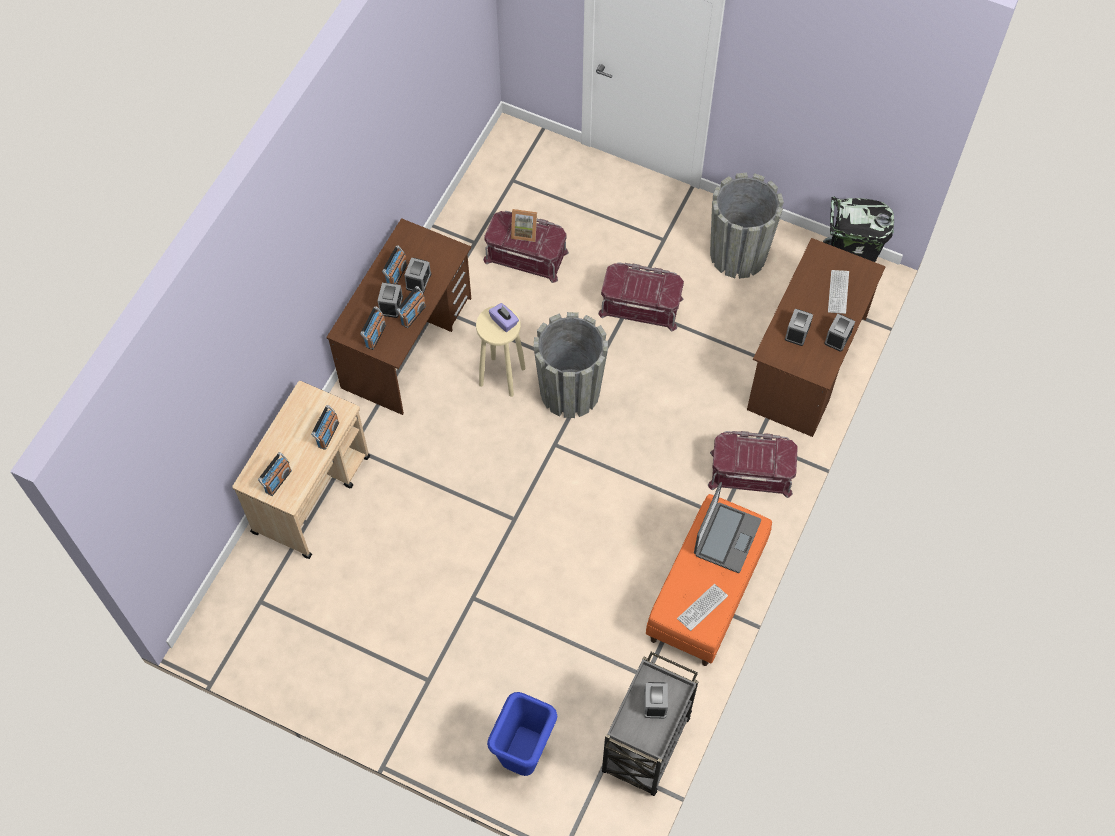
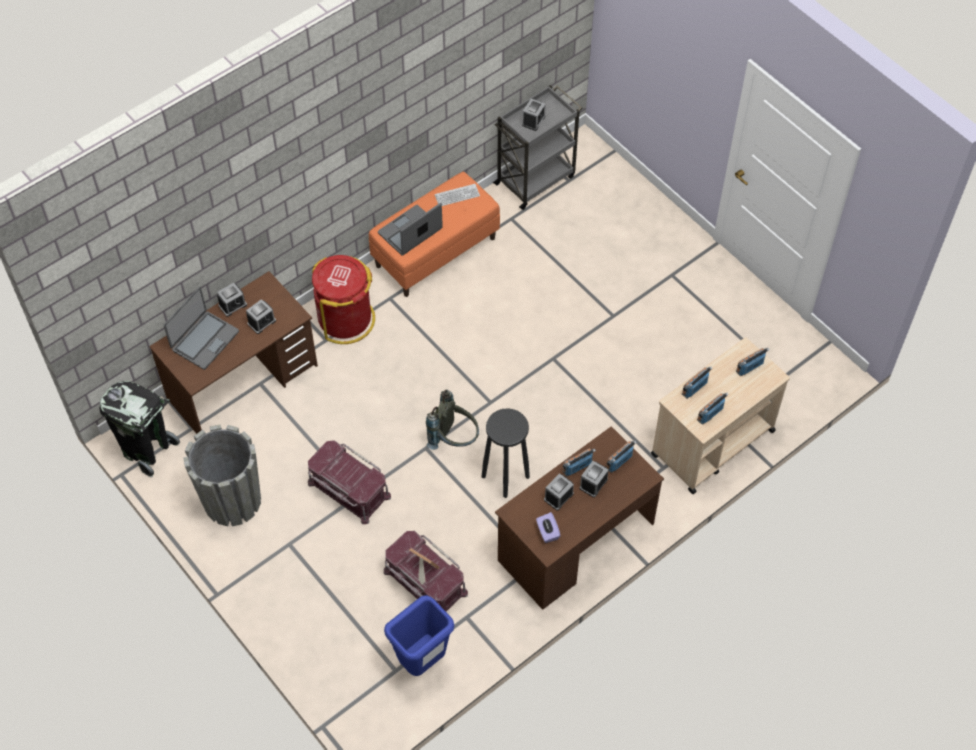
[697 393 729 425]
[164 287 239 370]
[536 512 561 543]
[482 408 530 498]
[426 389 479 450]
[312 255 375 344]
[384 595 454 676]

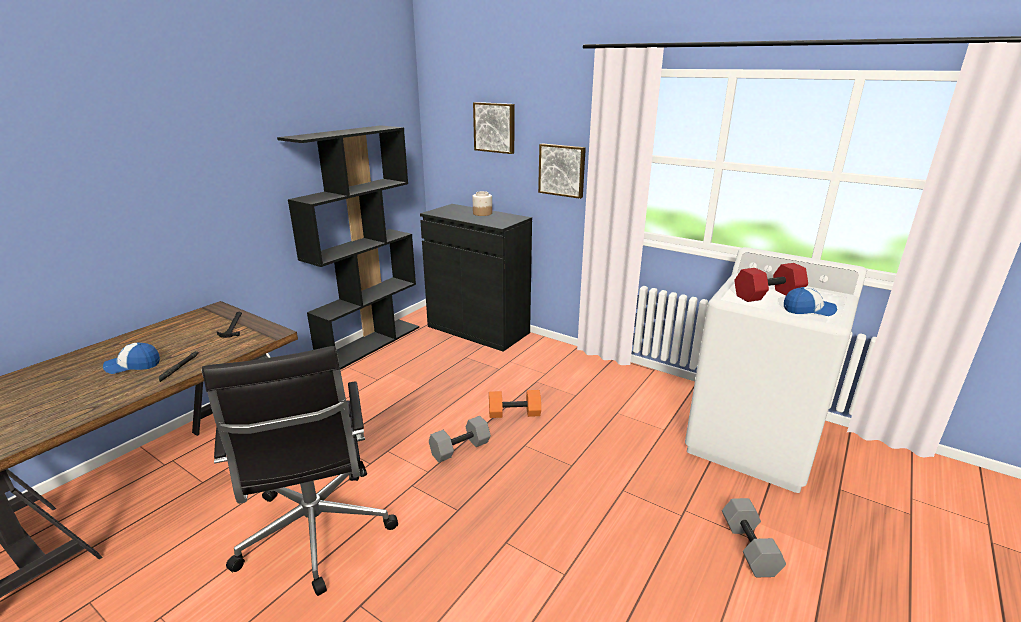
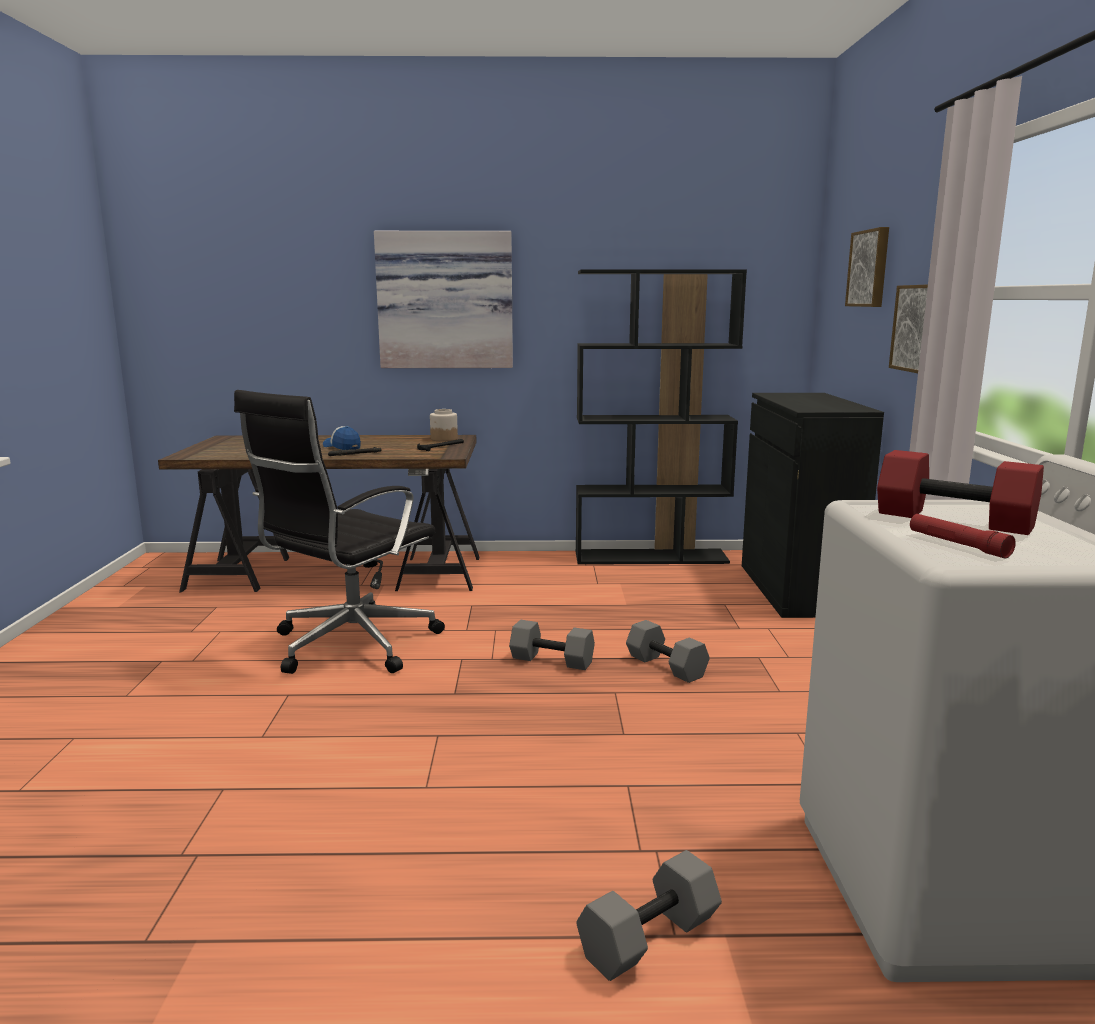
[430 409 458 441]
[910 514 1016 558]
[626 620 710 683]
[374 231 513 368]

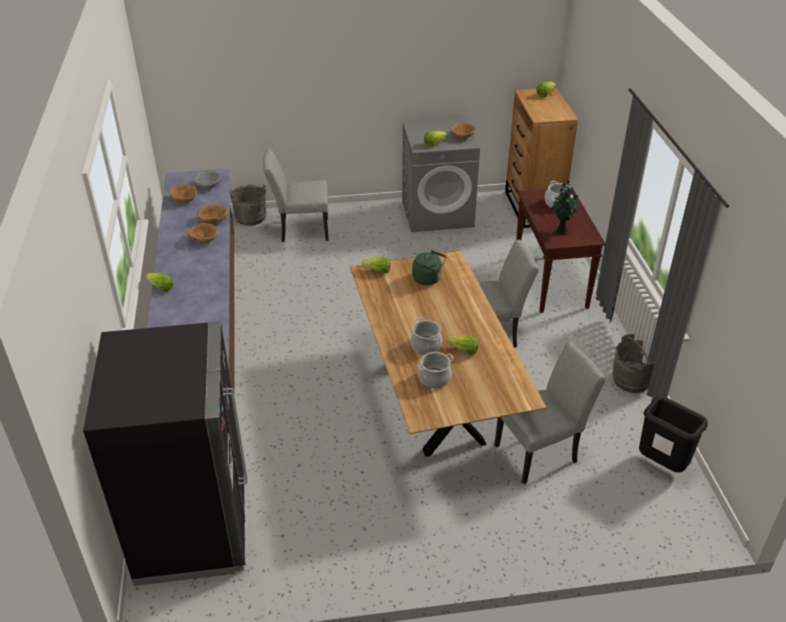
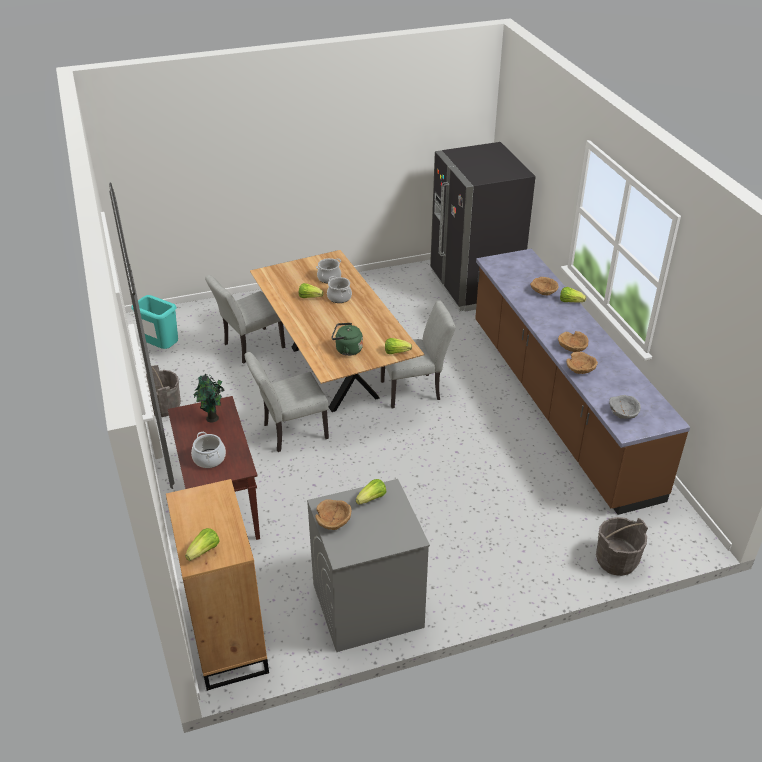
[381 301 455 408]
[530 277 559 295]
[131 295 178 349]

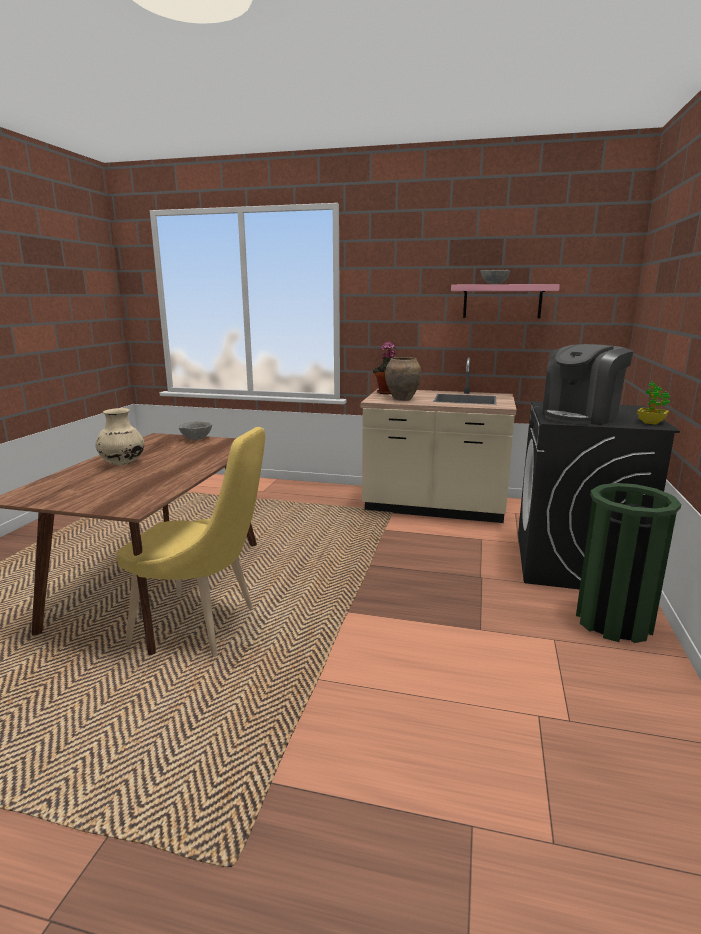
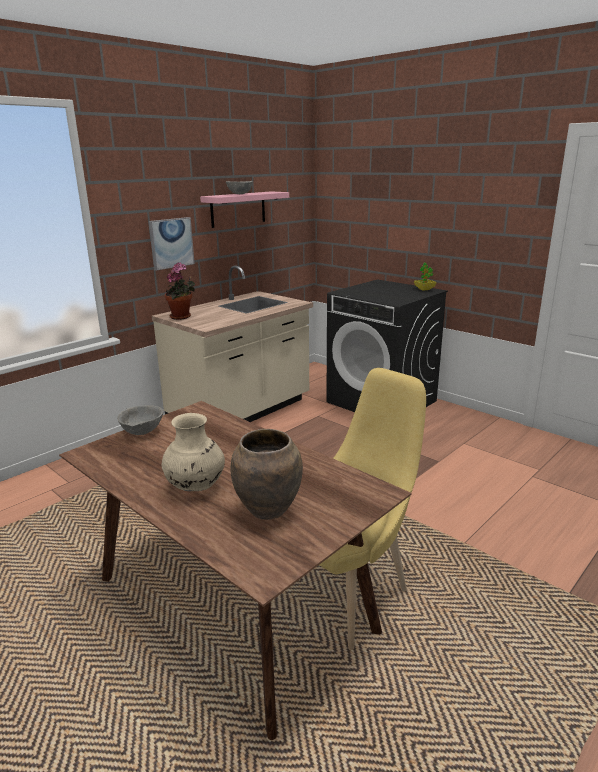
[542 344 634 425] (first image)
[230 429 303 520]
[576 483 681 643] (first image)
[149 217 195 271]

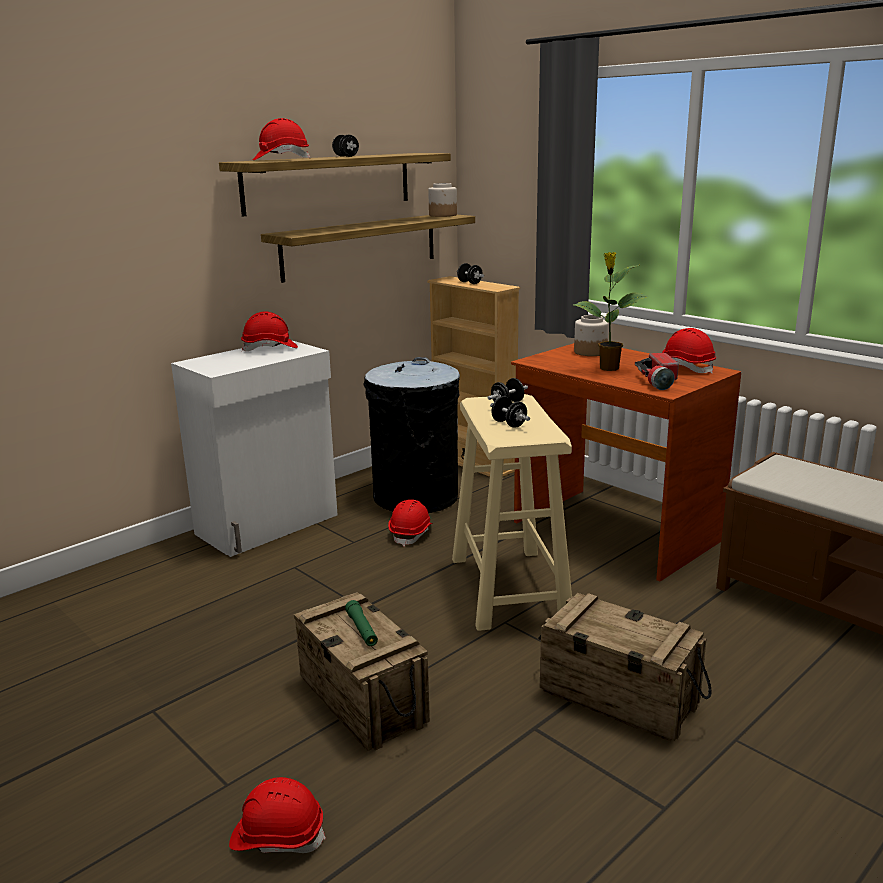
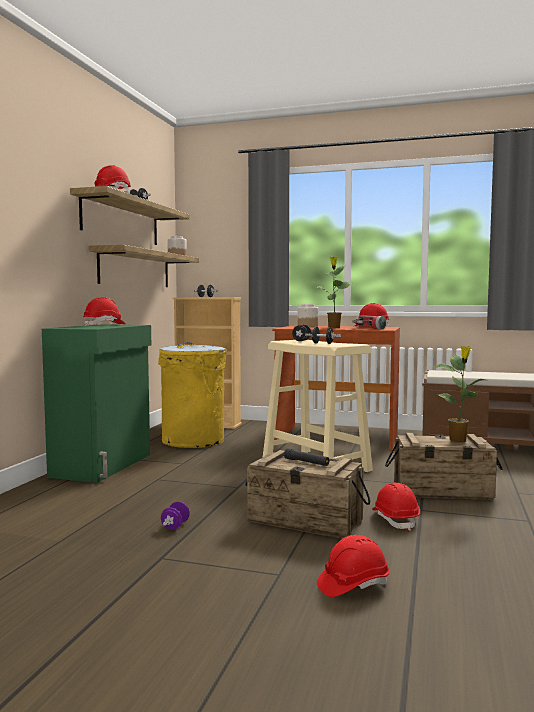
[42 324 151 483]
[158 342 227 448]
[372 483 420 531]
[284 448 330 466]
[435 346 485 443]
[161 501 190 530]

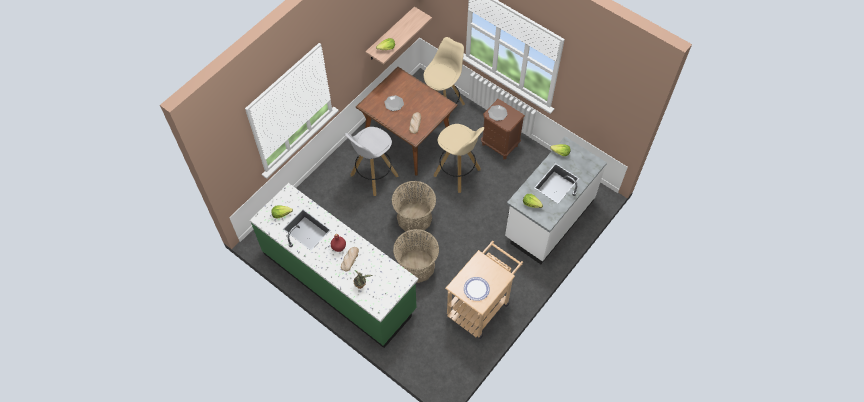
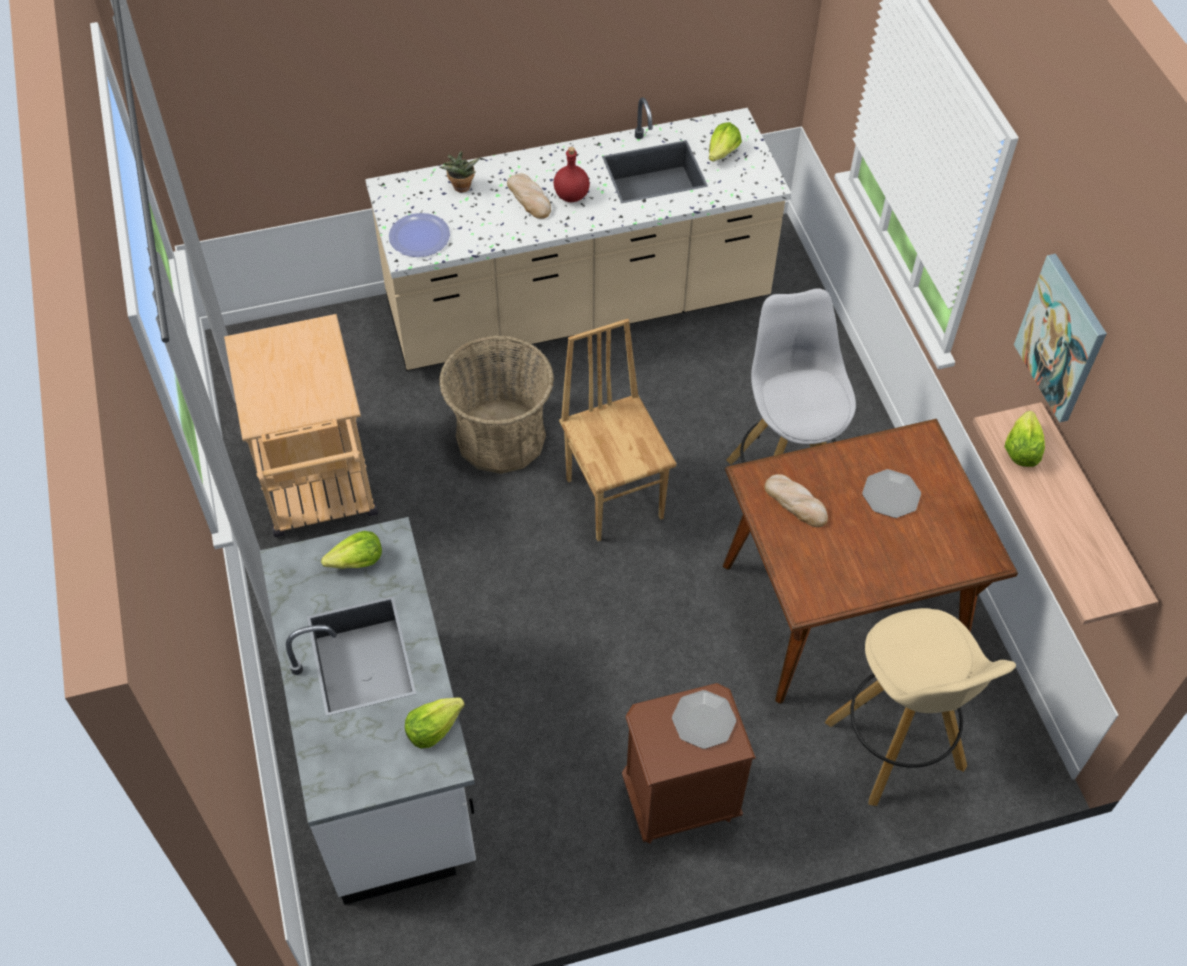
[434 124 484 193] (first image)
[559 319 676 541]
[365 97 791 371]
[389 213 450 257]
[1014 254 1107 422]

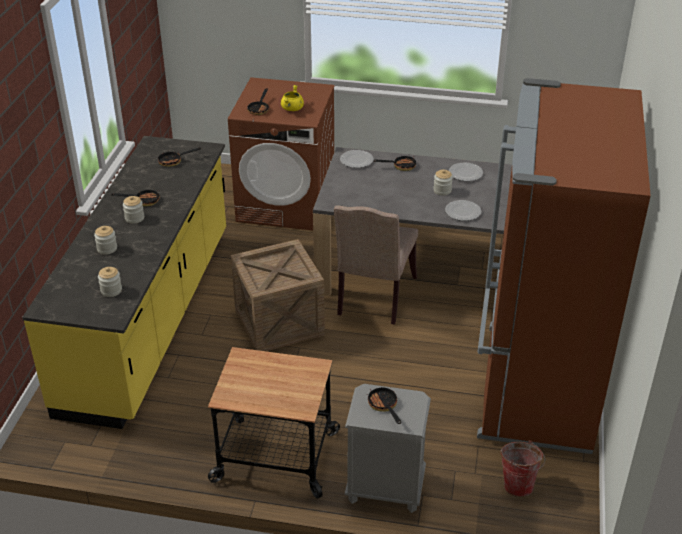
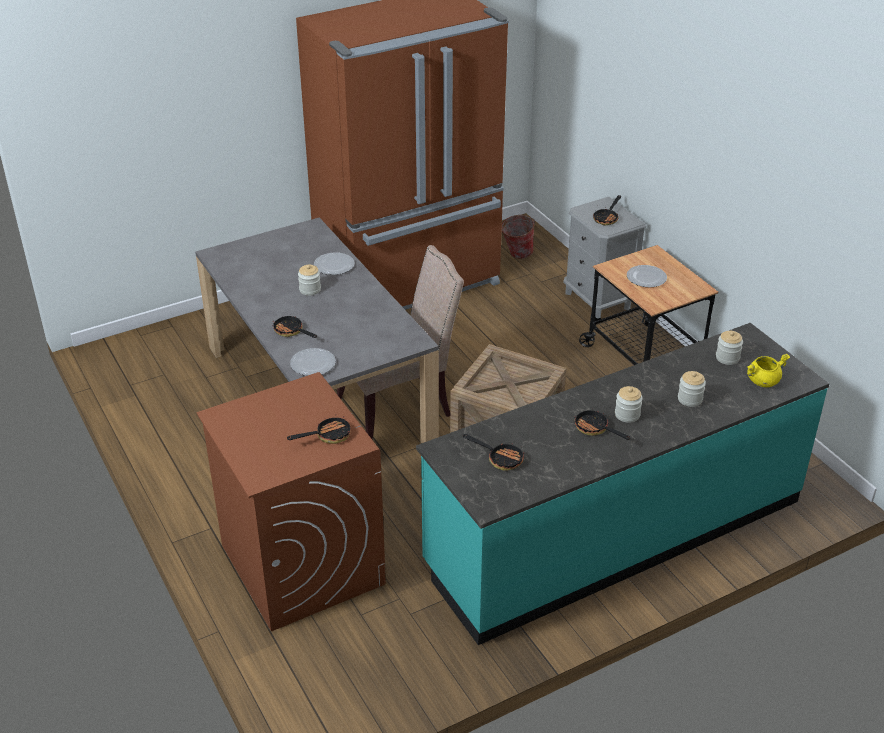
[747 354 790 387]
[416 323 829 645]
[627 265 667 287]

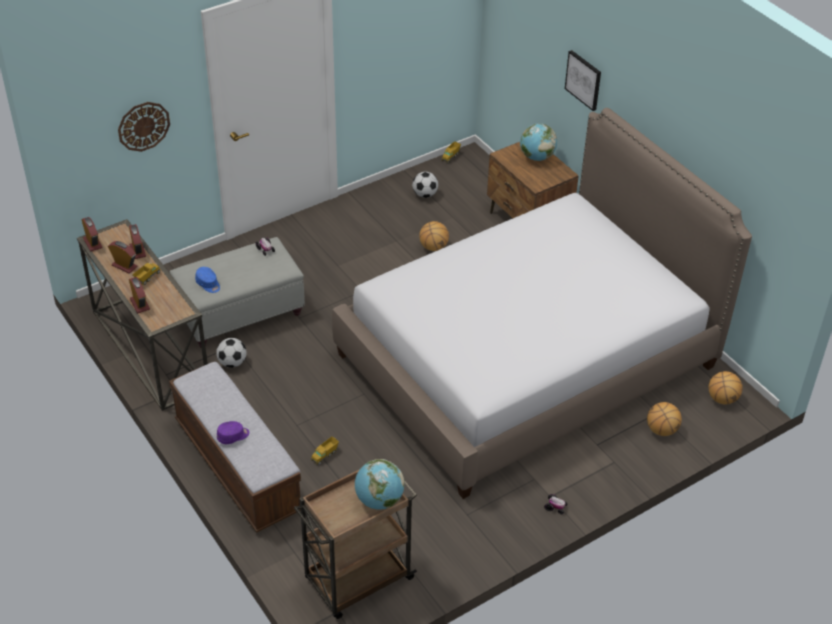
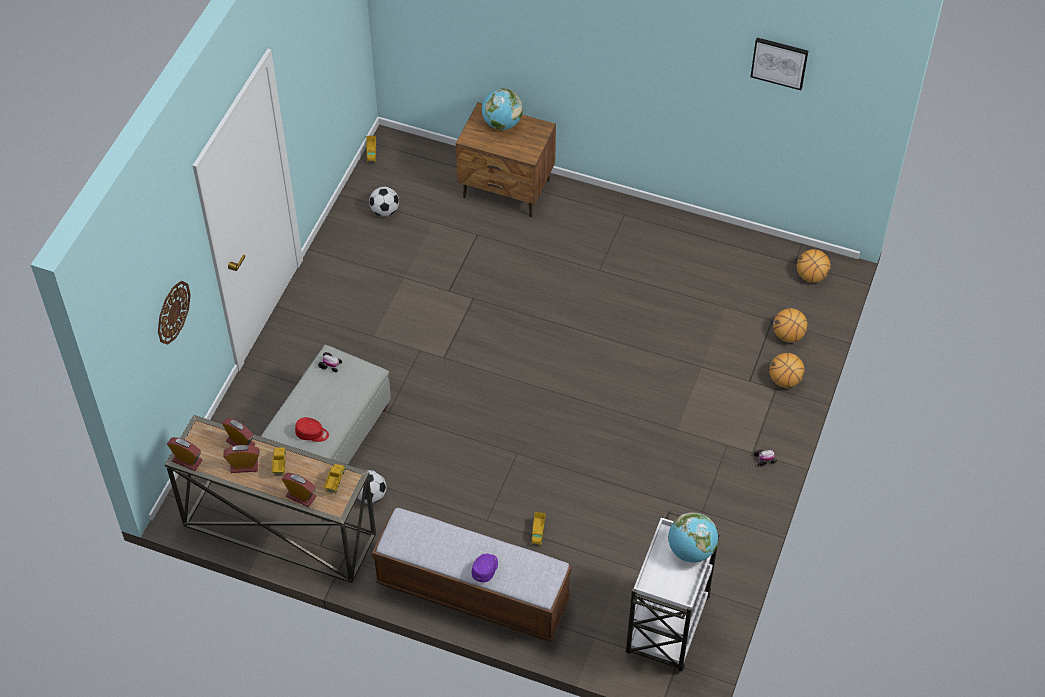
[751 38 808 90]
[332 108 752 499] (first image)
[769 353 805 388]
[295 417 329 442]
[626 511 720 671]
[324 464 345 494]

